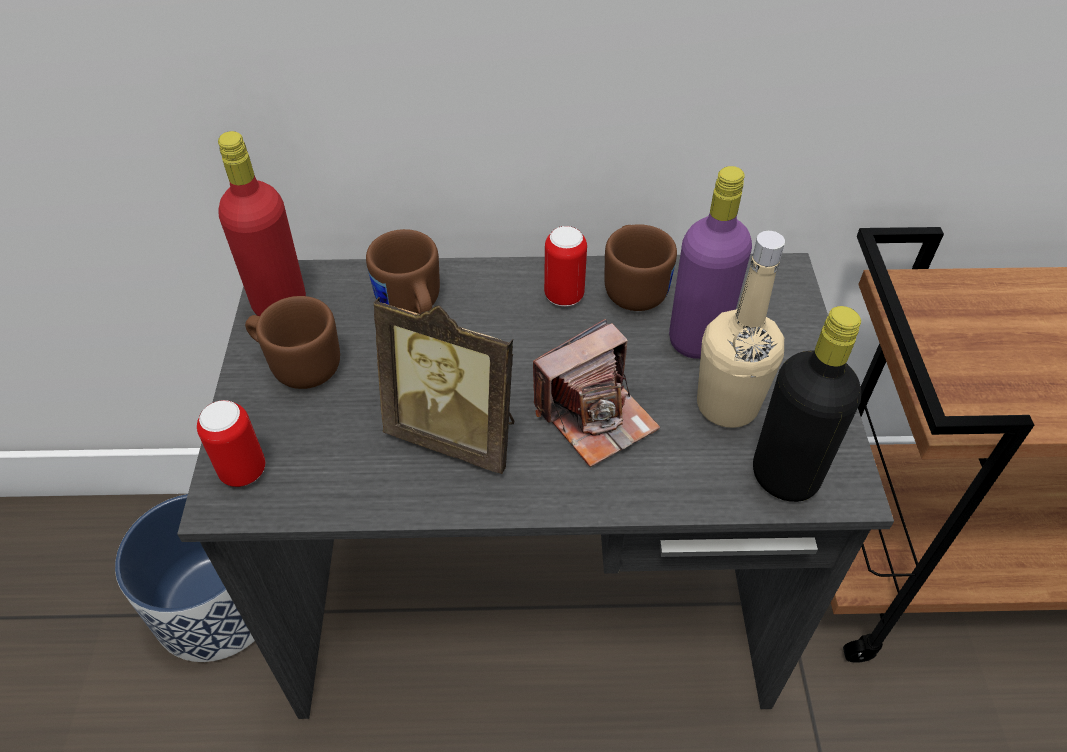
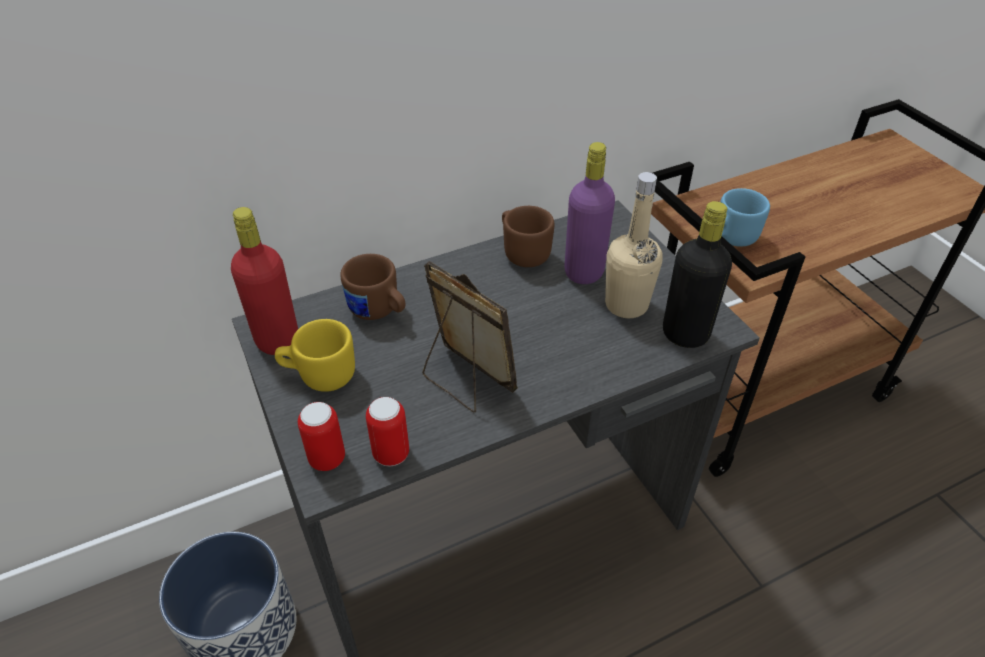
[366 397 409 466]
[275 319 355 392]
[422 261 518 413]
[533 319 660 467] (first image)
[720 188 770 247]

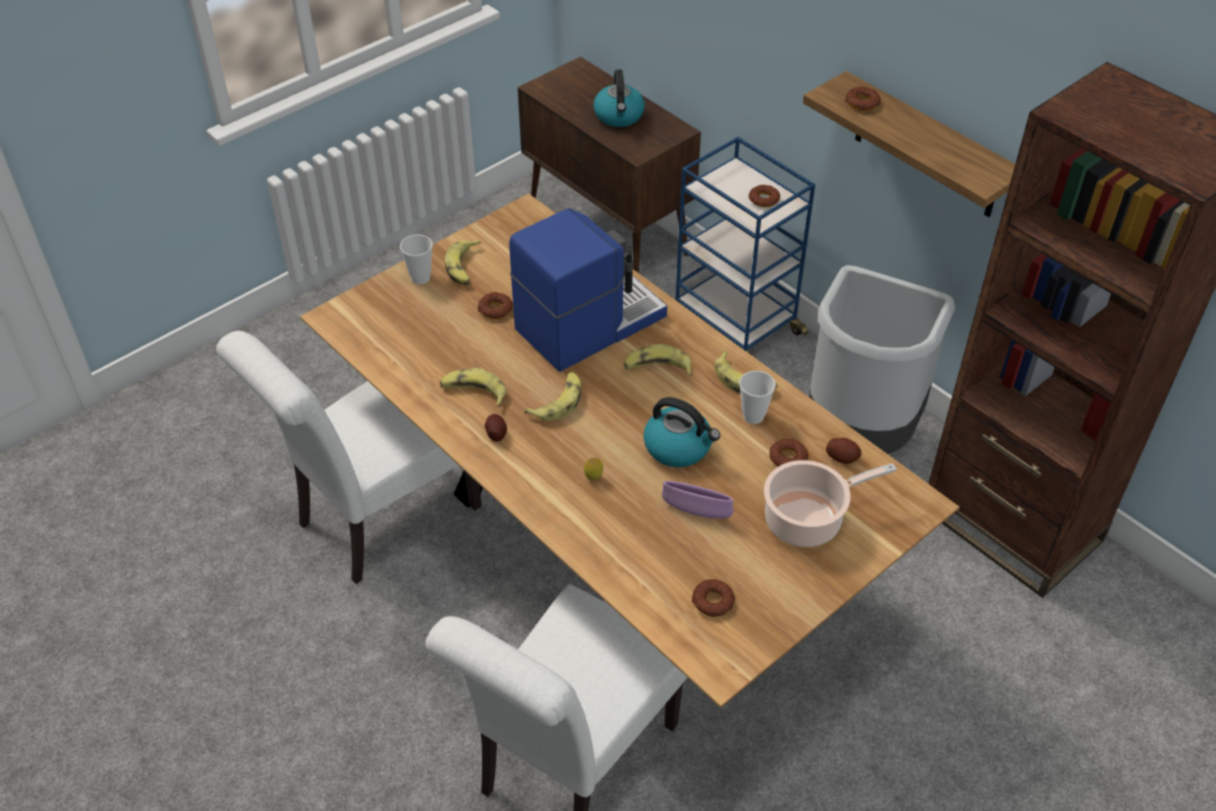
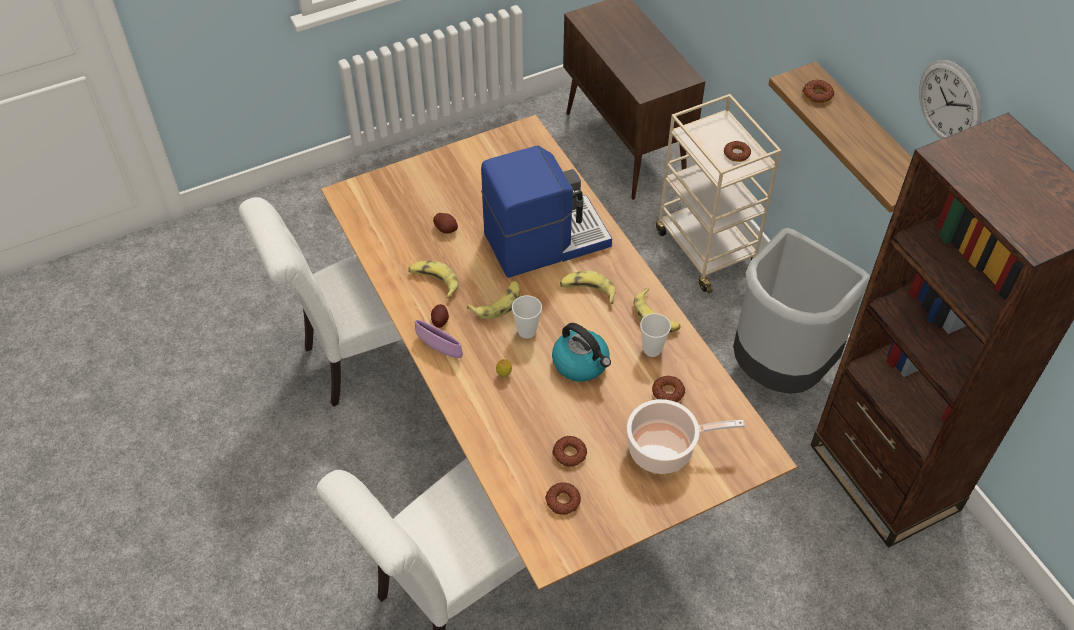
[593 70 645 127] (first image)
[656 94 781 294]
[512 295 542 339]
[445 240 481 285] (first image)
[552 436 587 467]
[433 213 458 234]
[415 320 463 358]
[919 60 982 139]

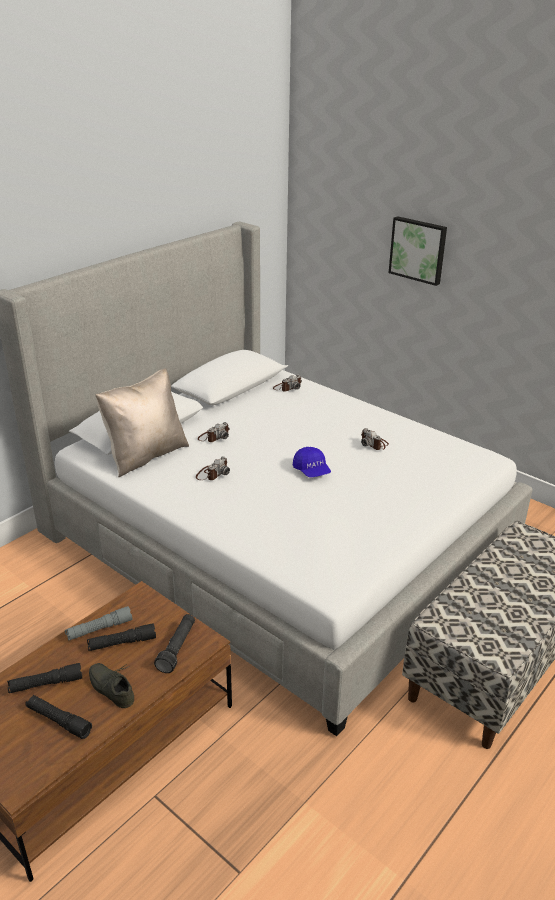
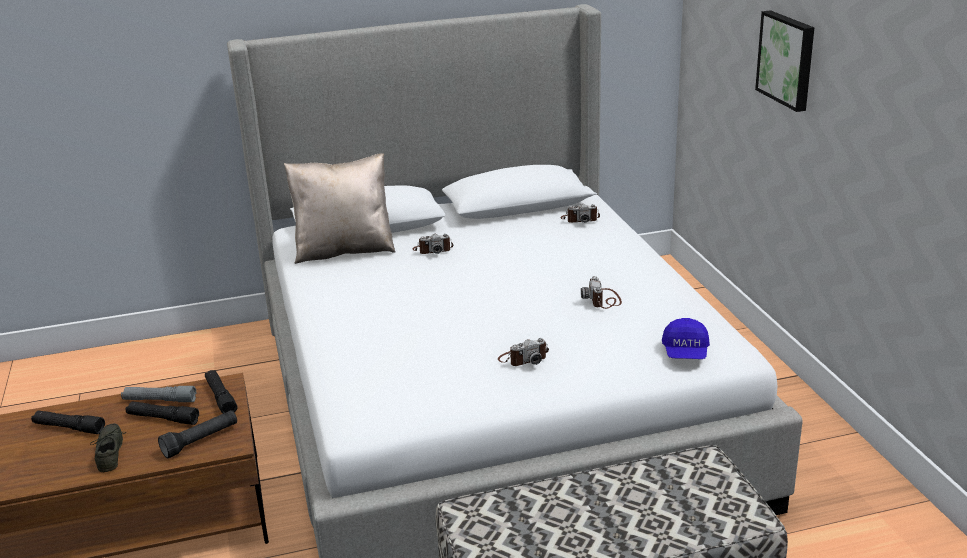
[662 318 710 359]
[498 338 549 366]
[205 370 237 414]

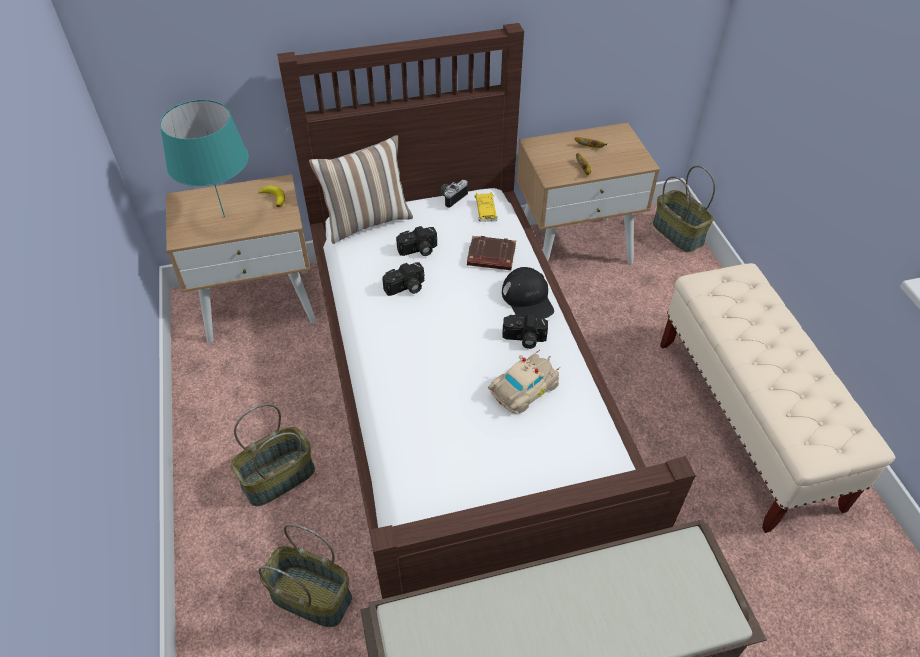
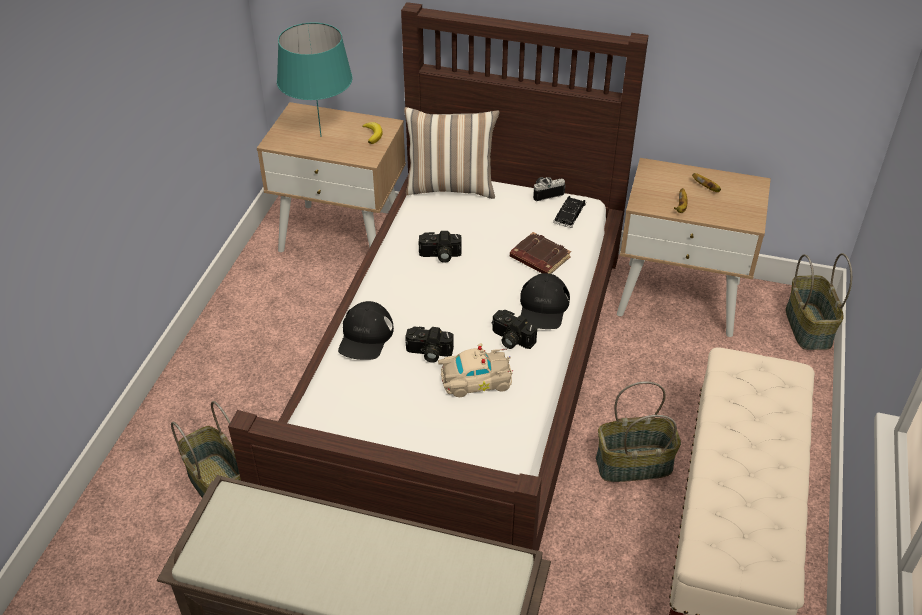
[553 196 586 228]
[405 327 454 363]
[596 381 681 482]
[338 301 394 360]

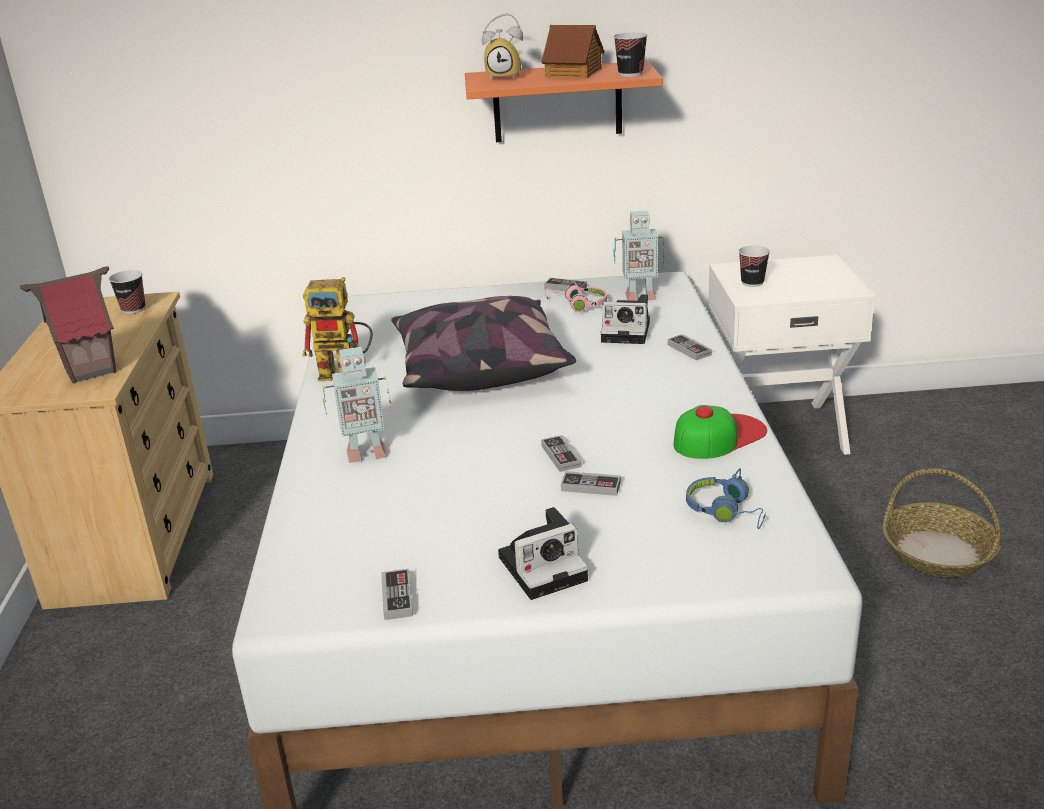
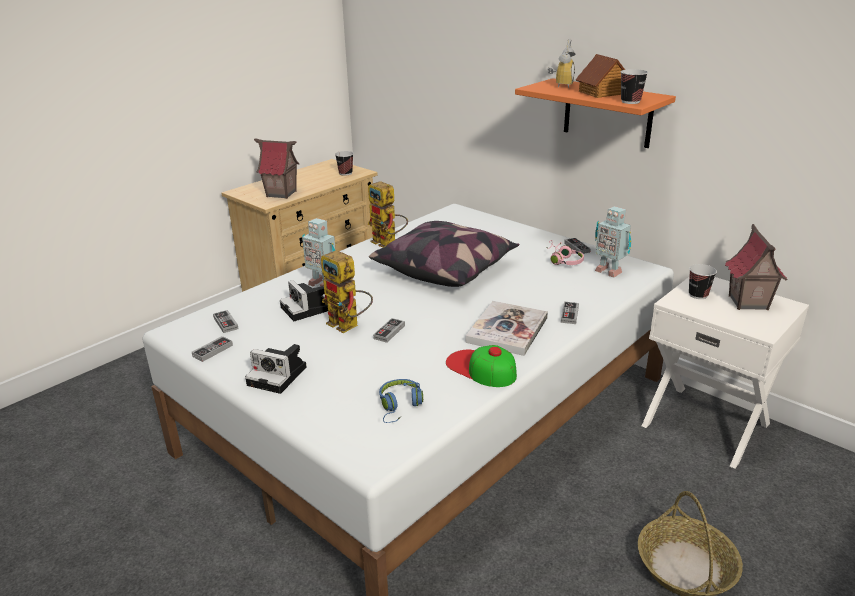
[548 39 575 88]
[280 280 328 321]
[446 345 517 387]
[213 310 238 333]
[725 224 788 310]
[321 250 373 333]
[465 301 548 356]

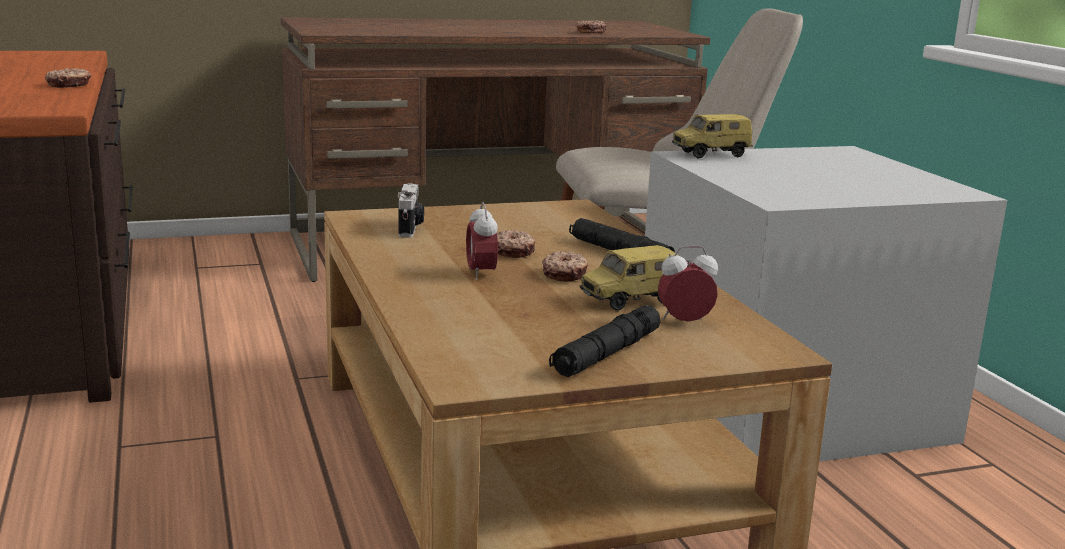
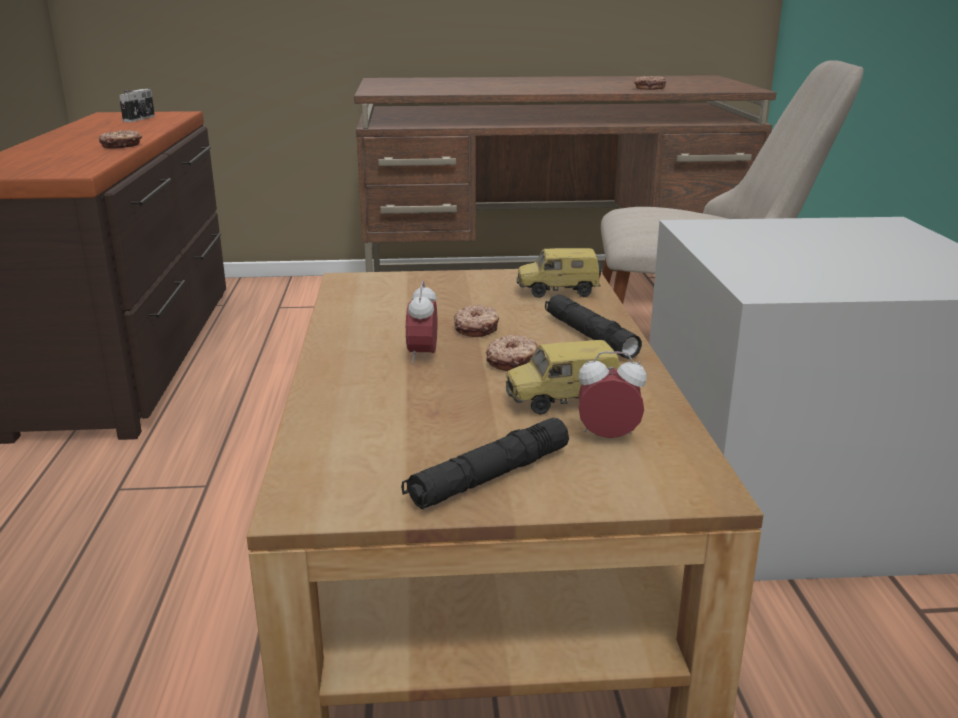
[516 248 601 298]
[119 89 155 122]

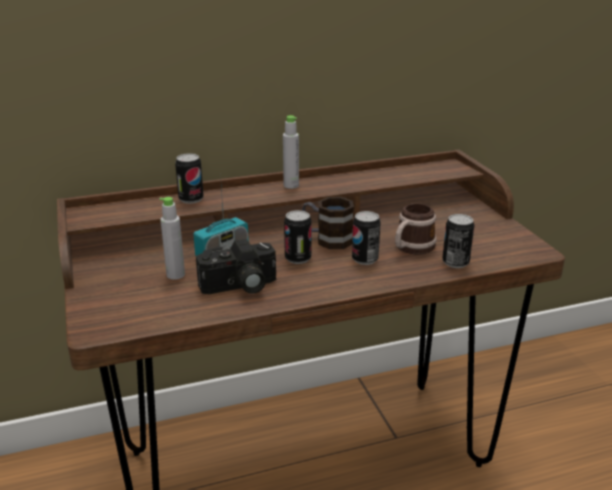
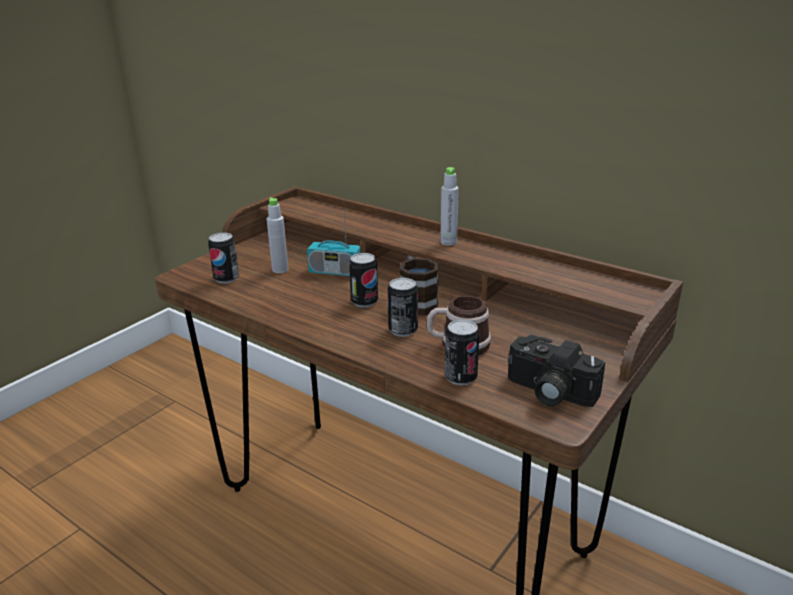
[208 233 239 284]
[508 335 605 407]

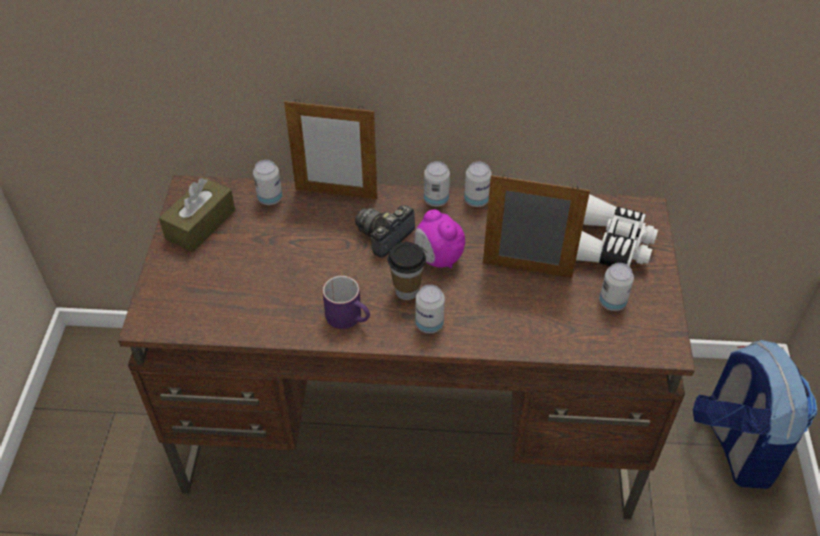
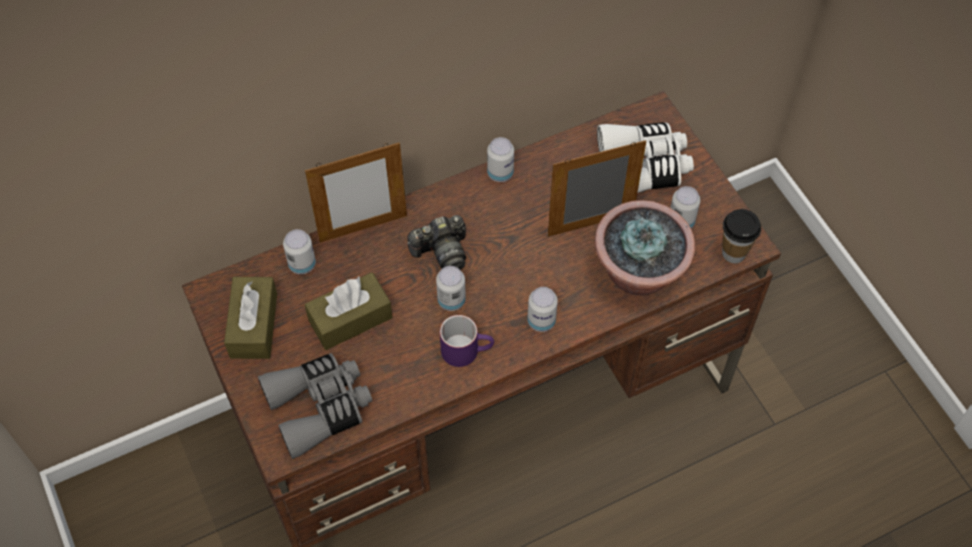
[436 266 466 311]
[407 215 466 270]
[415 210 465 269] (first image)
[722 209 761 263]
[693 340 817 489] (first image)
[595 200 696 295]
[305 272 392 350]
[258 353 373 459]

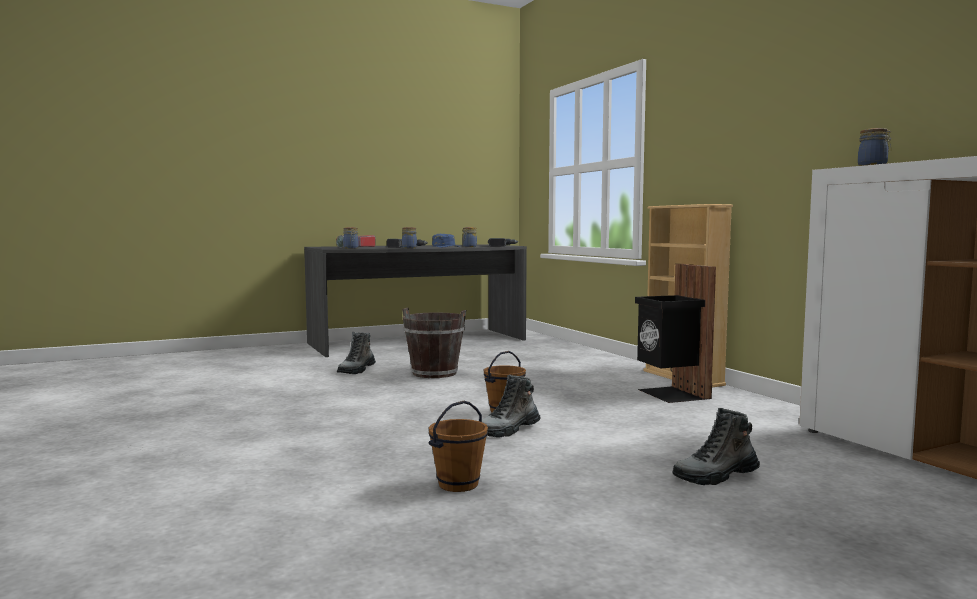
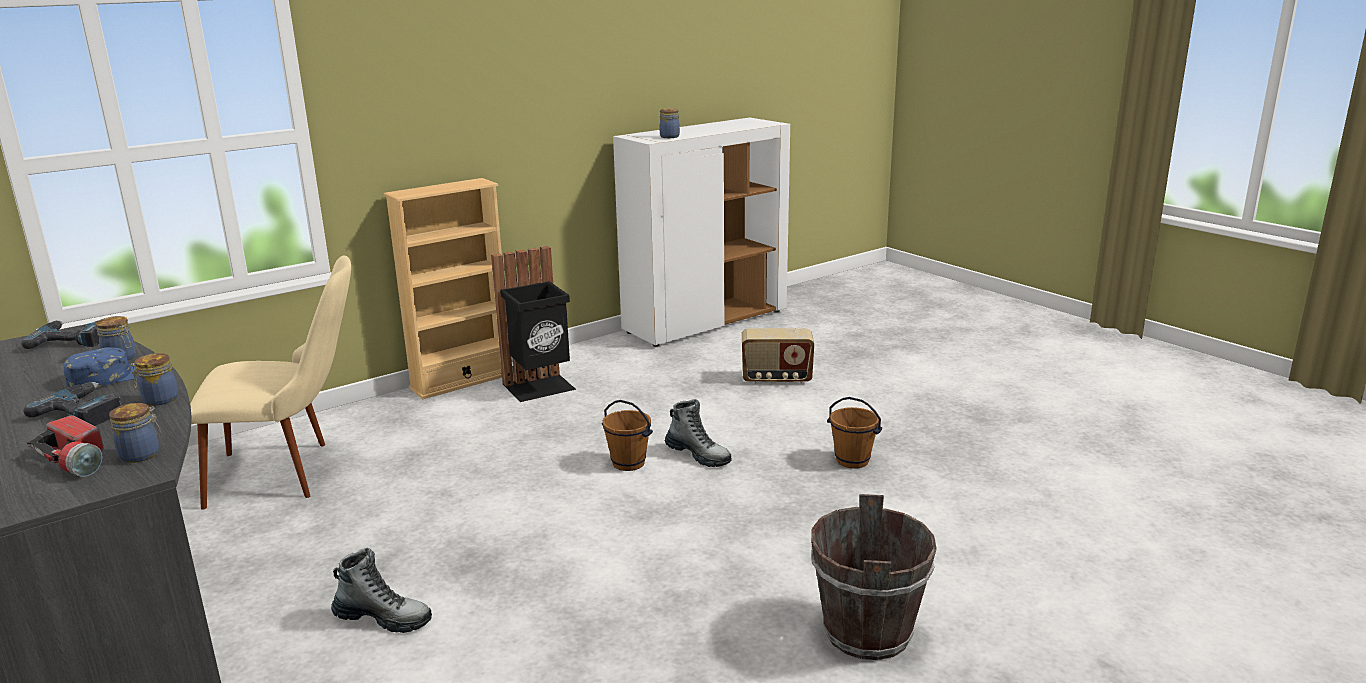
[811 494 937 660]
[742 328 814 384]
[190 255 351 510]

